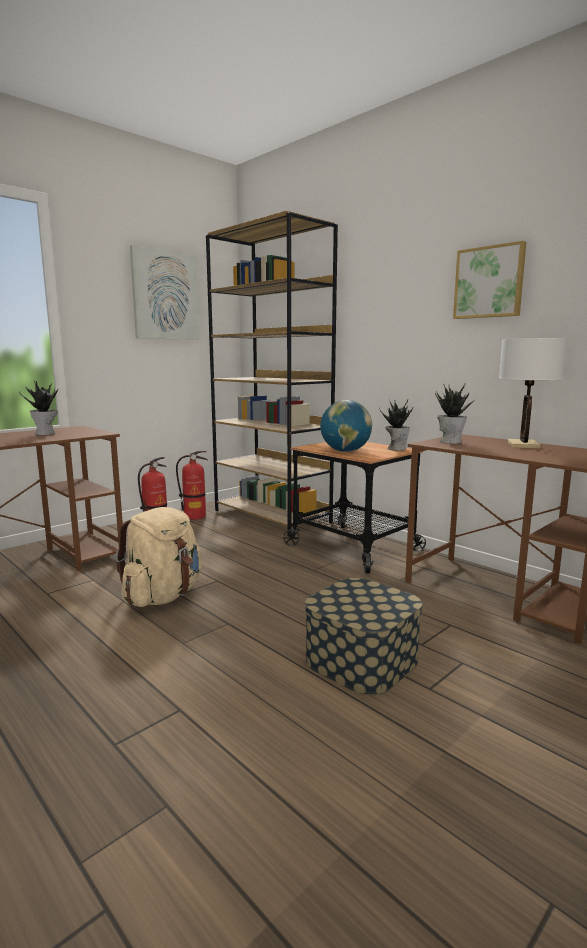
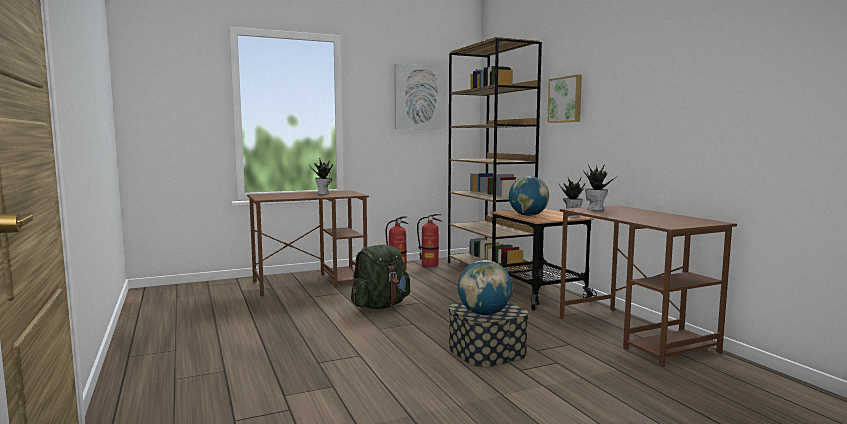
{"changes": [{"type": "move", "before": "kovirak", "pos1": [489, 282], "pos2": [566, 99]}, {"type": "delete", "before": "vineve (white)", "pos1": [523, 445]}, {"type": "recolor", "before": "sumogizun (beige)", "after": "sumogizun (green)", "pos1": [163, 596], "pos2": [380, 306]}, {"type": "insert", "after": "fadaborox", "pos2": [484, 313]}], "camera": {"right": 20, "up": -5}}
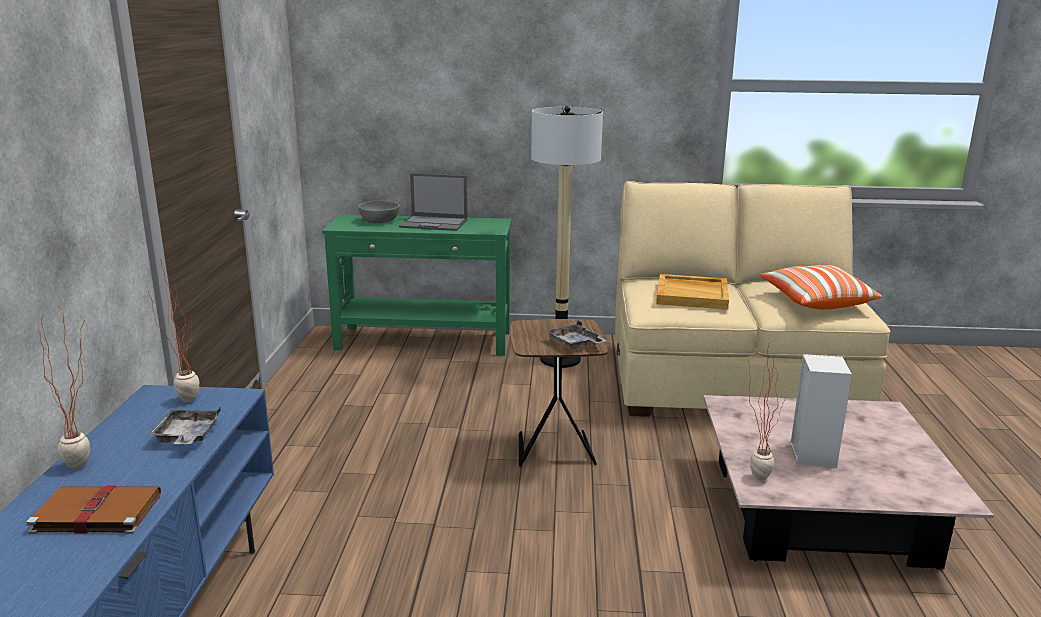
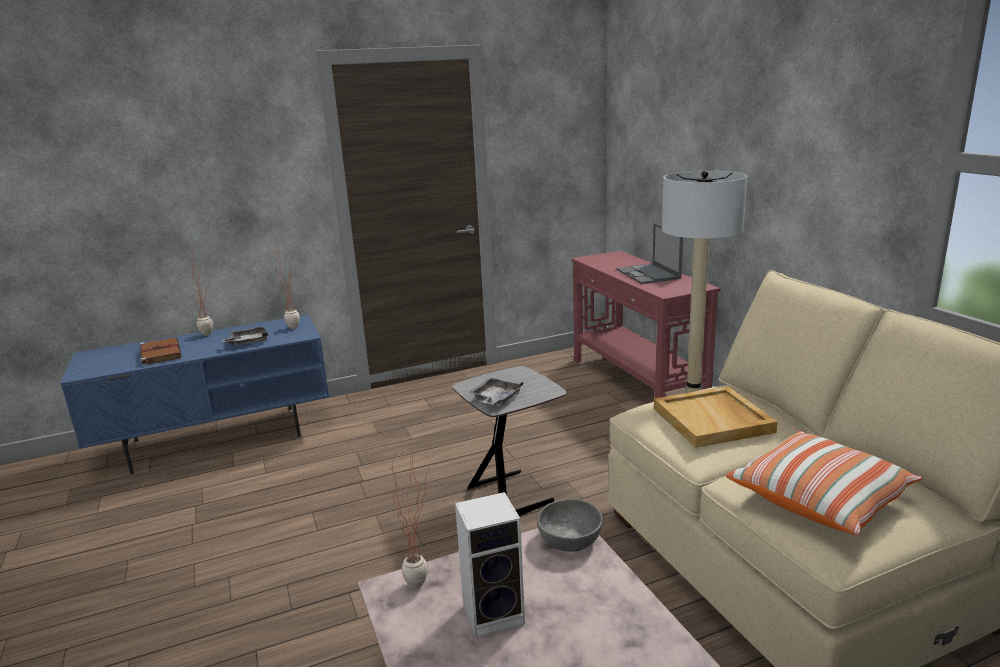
{"changes": [{"type": "move", "before": "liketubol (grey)", "pos1": [380, 220], "pos2": [570, 539]}, {"type": "recolor", "before": "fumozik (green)", "after": "fumozik (red)", "pos1": [424, 341], "pos2": [636, 382]}, {"type": "recolor", "before": "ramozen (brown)", "after": "ramozen (grey)", "pos1": [553, 448], "pos2": [512, 494]}], "camera": {"right": 65, "up": 0}}
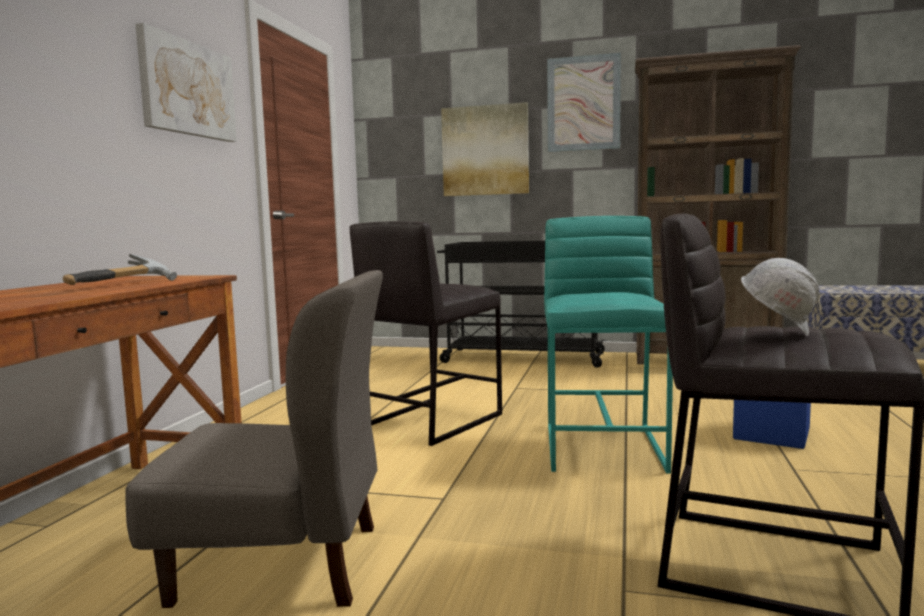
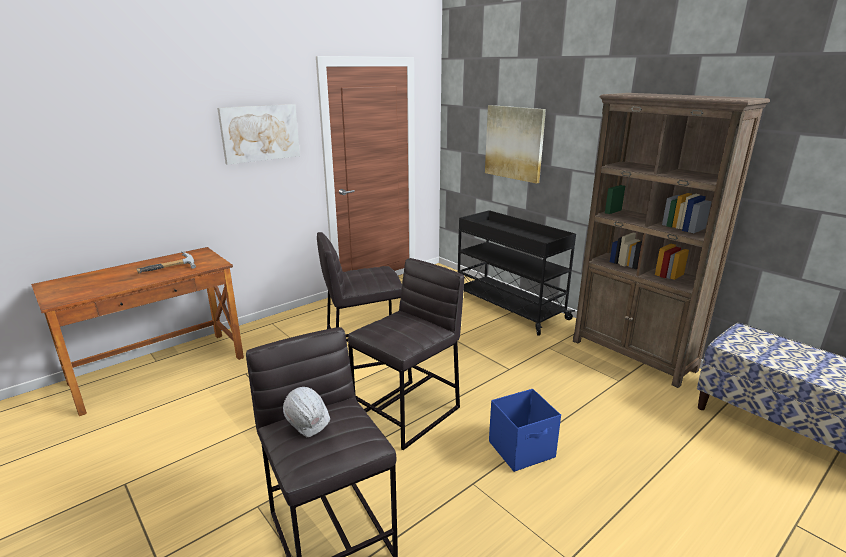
{"changes": [{"type": "delete", "before": "kovirak", "pos1": [583, 103]}, {"type": "recolor", "before": "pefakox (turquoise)", "after": "pefakox (grey)", "pos1": [604, 447], "pos2": [408, 413]}, {"type": "delete", "before": "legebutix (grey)", "pos1": [280, 563]}], "camera": {"right": 35, "up": 15}}
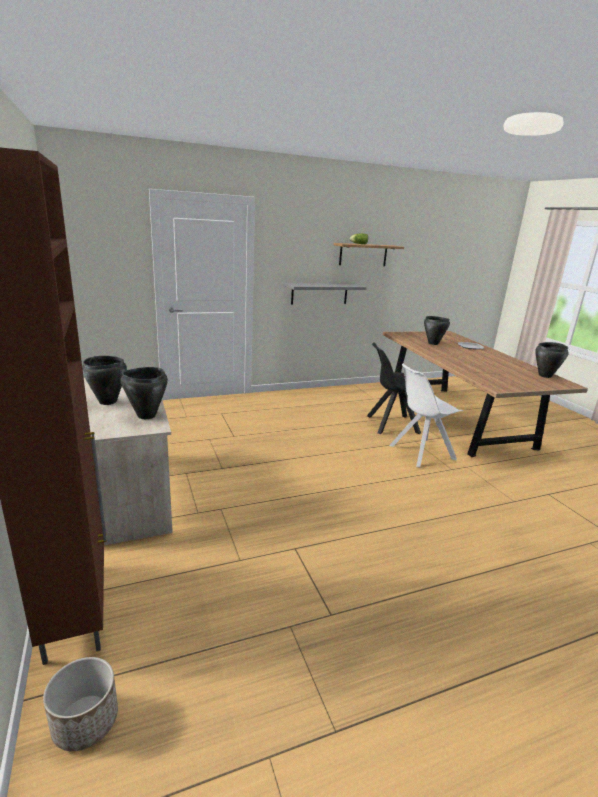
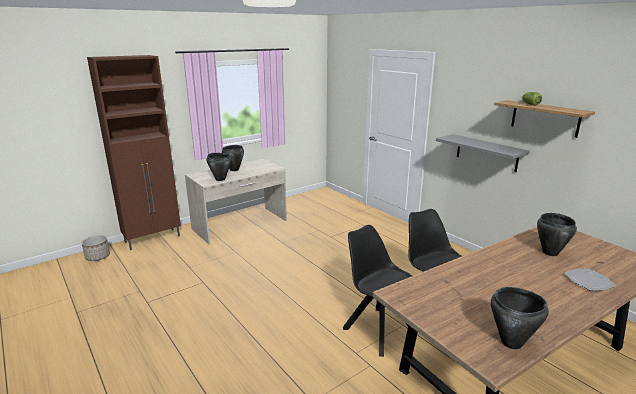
{"changes": [{"type": "recolor", "before": "legebutix (white)", "after": "legebutix (black)", "pos1": [420, 452], "pos2": [377, 329]}], "camera": {"right": 75, "up": 0}}
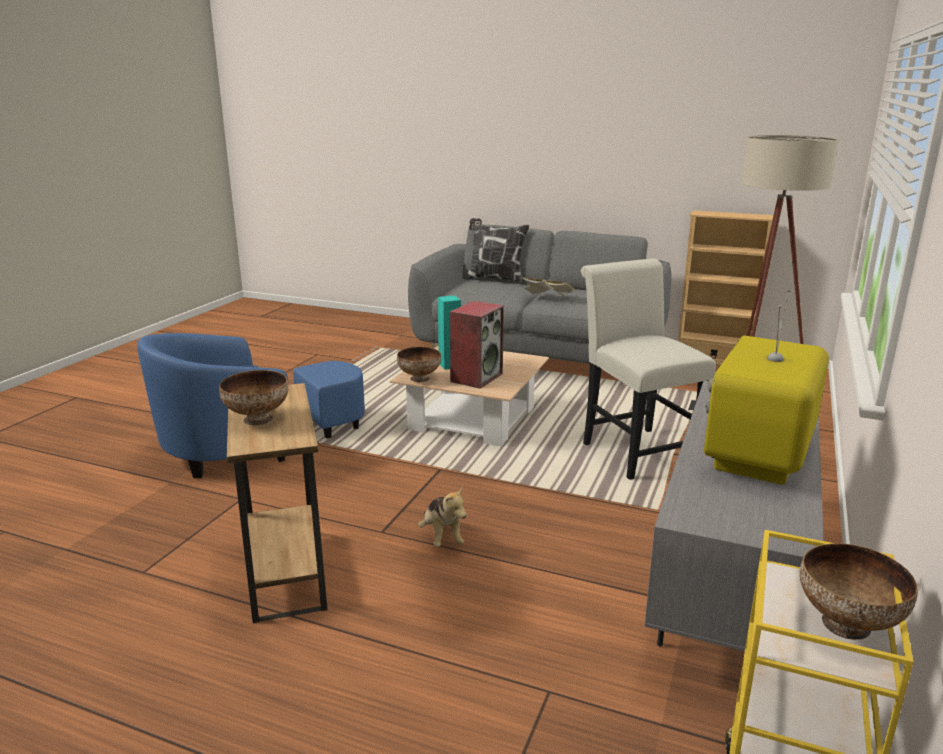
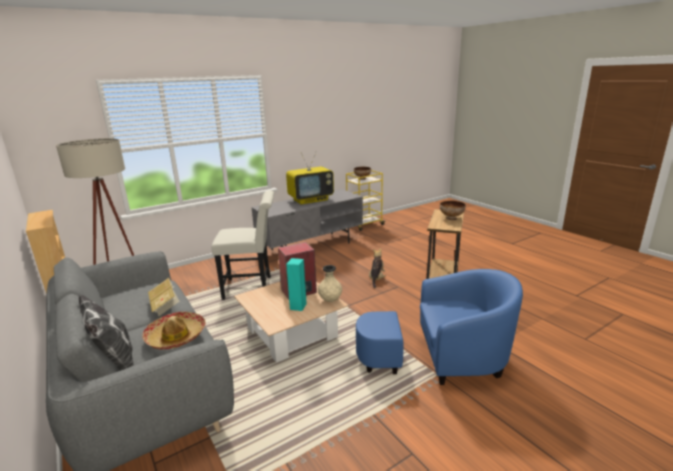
{"changes": [{"type": "rotate", "before": "legebutix (white)", "pos1": [634, 449], "pos2": [252, 287], "turn": -105}, {"type": "replace", "before": "liketubol", "after": "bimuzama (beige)", "pos1": [419, 378], "pos2": [330, 300]}, {"type": "insert", "after": "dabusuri", "pos2": [176, 336]}], "camera": {"right": -145, "up": 0}}
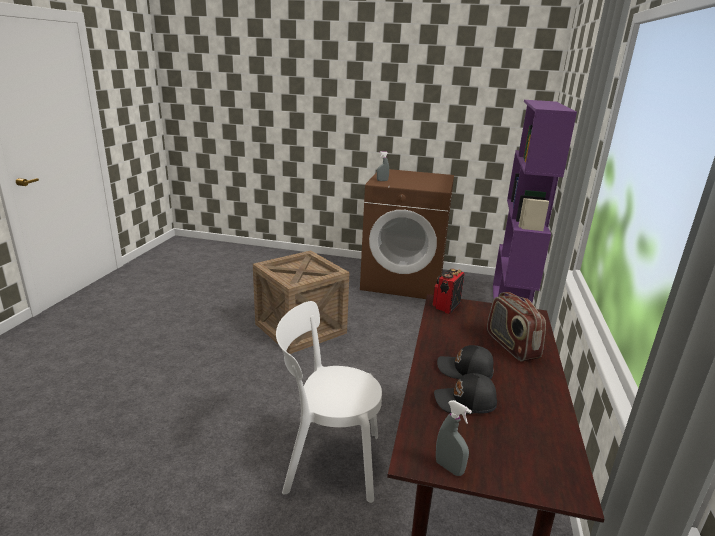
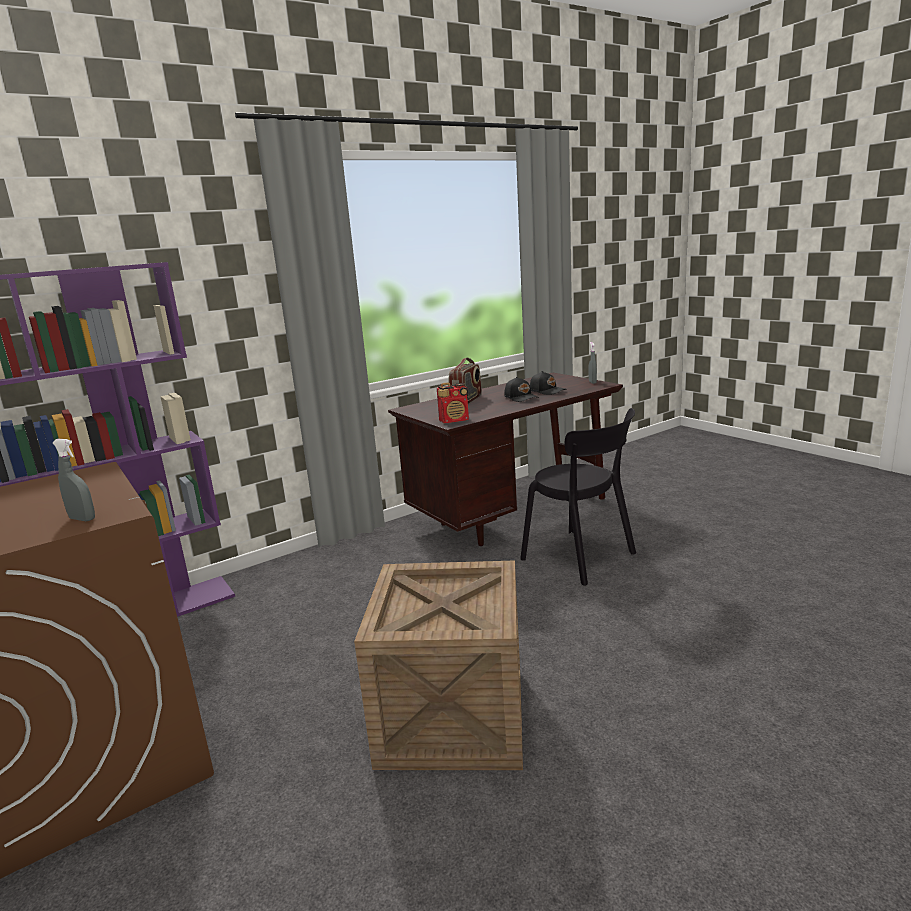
{"changes": [{"type": "recolor", "before": "legebutix (white)", "after": "legebutix (black)", "pos1": [327, 461], "pos2": [582, 558]}], "camera": {"right": -135, "up": -5}}
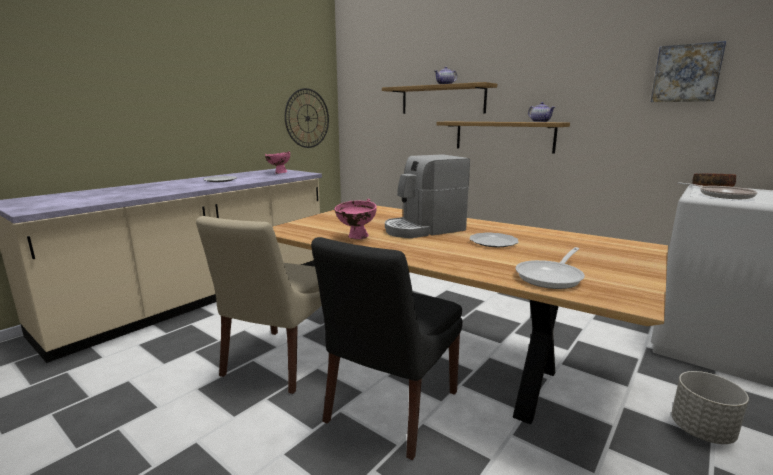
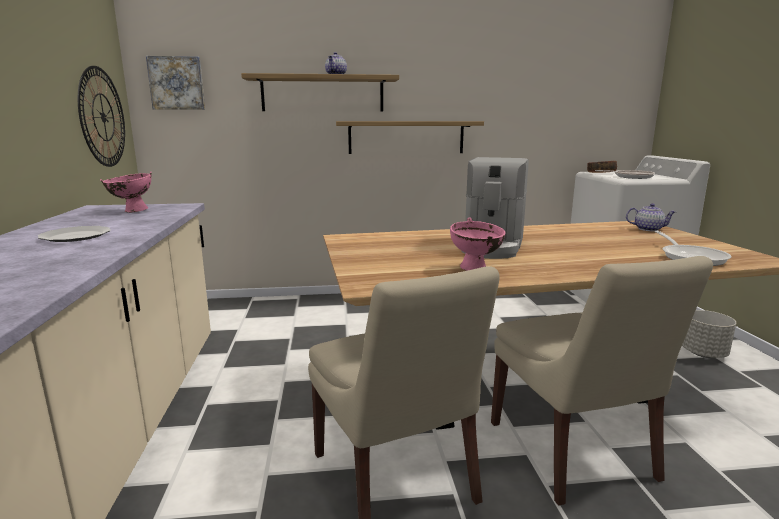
{"changes": [{"type": "move", "before": "kovirak", "pos1": [686, 73], "pos2": [177, 83]}, {"type": "move", "before": "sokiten", "pos1": [540, 122], "pos2": [648, 229]}, {"type": "delete", "before": "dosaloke", "pos1": [494, 242]}, {"type": "recolor", "before": "legebutix (black)", "after": "legebutix (beige)", "pos1": [390, 409], "pos2": [573, 453]}], "camera": {"right": -45, "up": 0}}
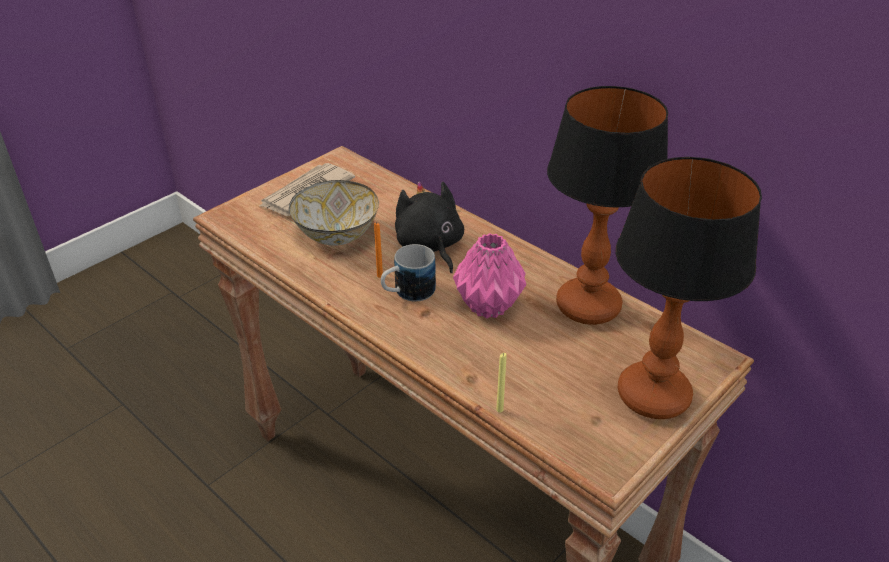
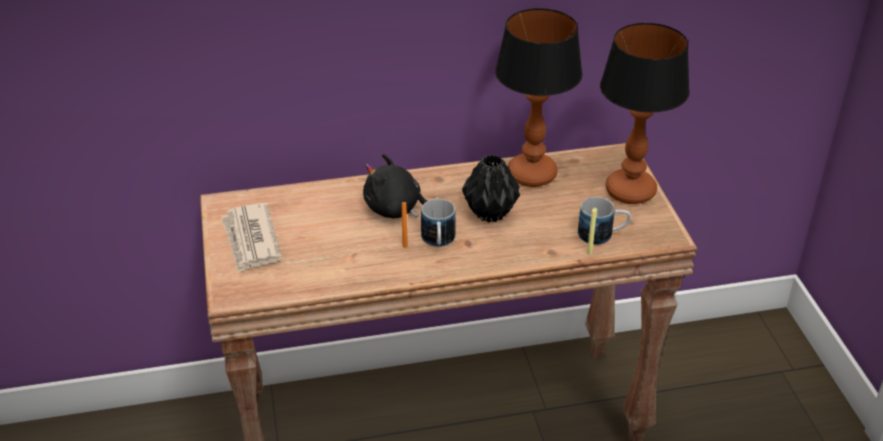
{"changes": [{"type": "delete", "before": "liketubol", "pos1": [336, 235]}, {"type": "recolor", "before": "bimuzama (pink)", "after": "bimuzama (black)", "pos1": [489, 307], "pos2": [491, 213]}, {"type": "insert", "after": "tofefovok", "pos2": [602, 235]}], "camera": {"right": -55, "up": 0}}
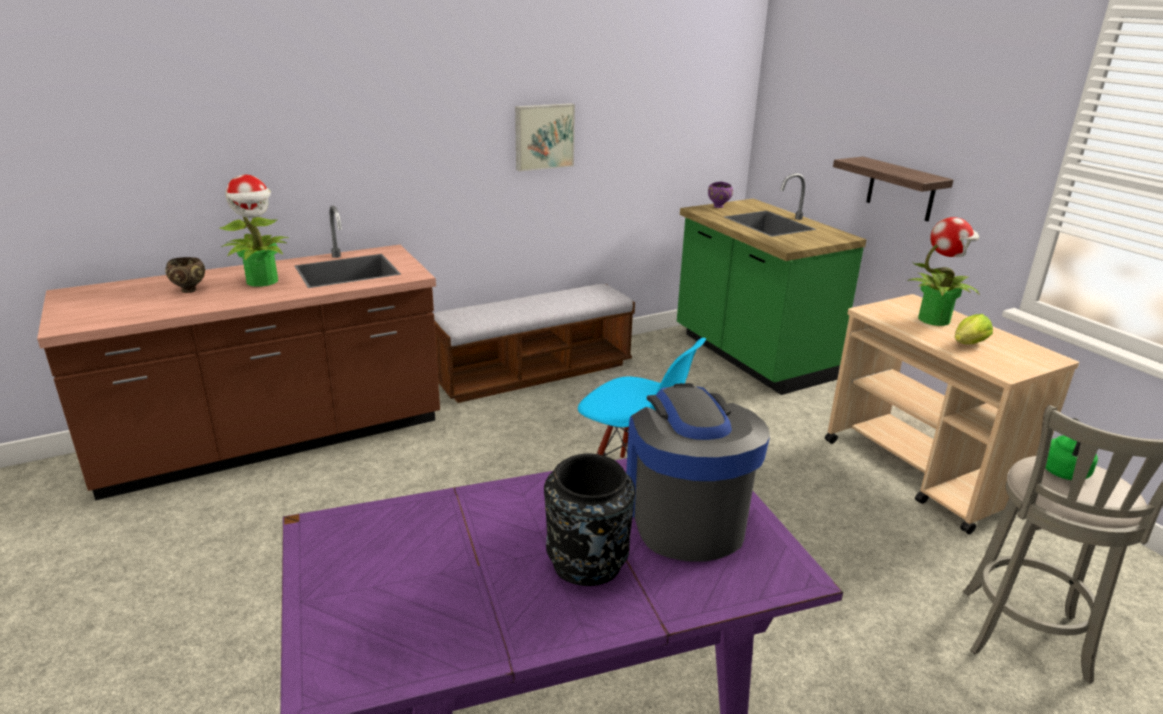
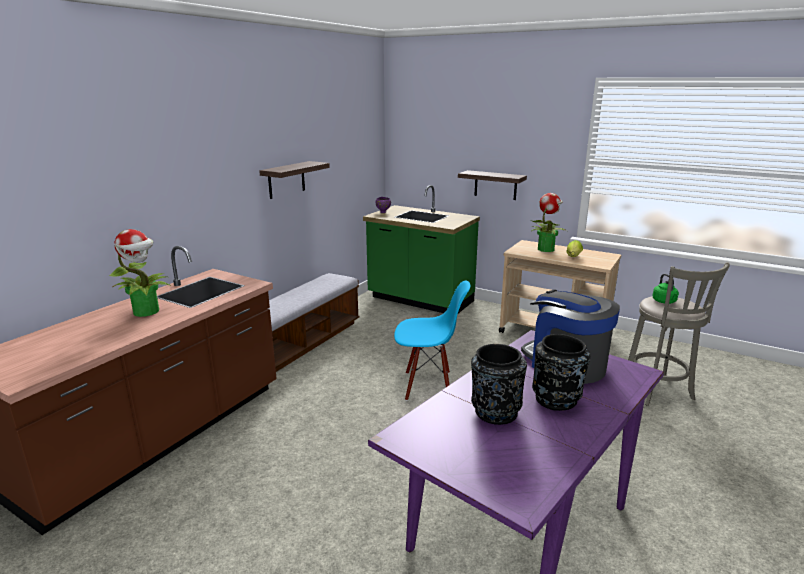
{"changes": [{"type": "replace", "before": "kovirak", "after": "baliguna", "pos1": [543, 136], "pos2": [286, 180]}, {"type": "delete", "before": "liketubol (brown)", "pos1": [190, 290]}, {"type": "insert", "after": "bimuzama (black)", "pos2": [494, 412]}], "camera": {"right": -30, "up": -5}}
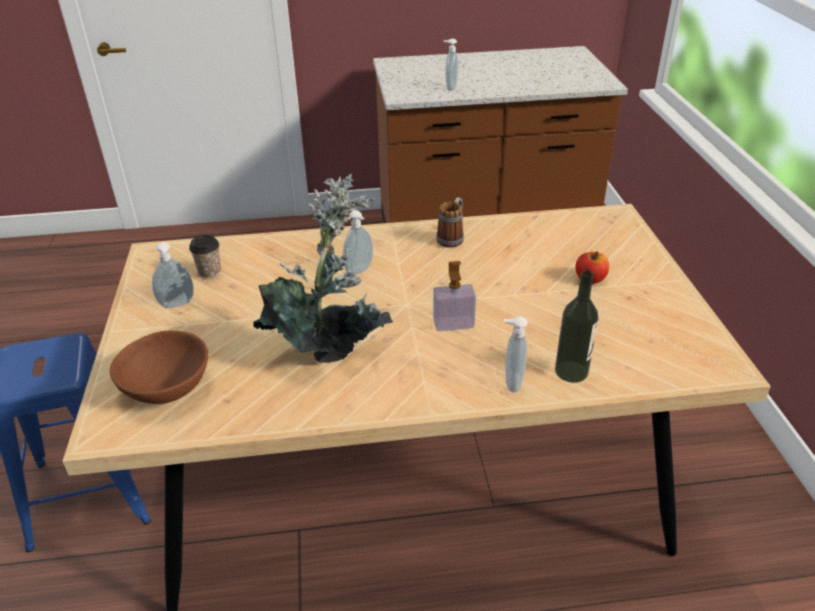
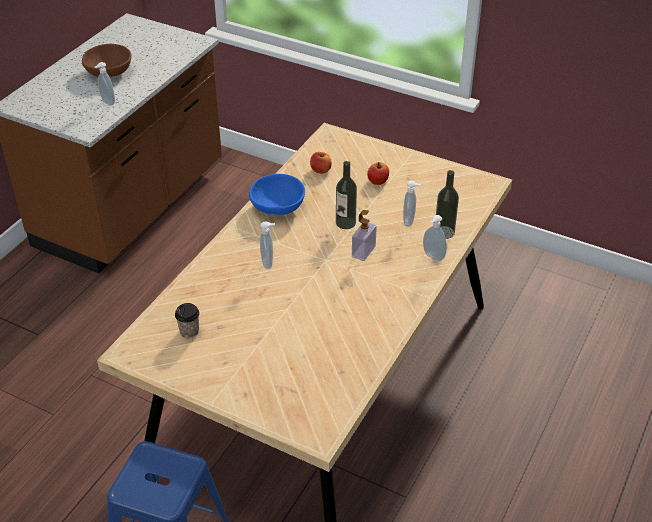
{"changes": [{"type": "delete", "before": "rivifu", "pos1": [330, 348]}, {"type": "replace", "before": "tofefovok", "after": "liketubol (blue)", "pos1": [452, 237], "pos2": [277, 207]}, {"type": "move", "before": "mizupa", "pos1": [177, 305], "pos2": [410, 221]}, {"type": "move", "before": "liketubol (brown)", "pos1": [166, 386], "pos2": [108, 73]}, {"type": "insert", "after": "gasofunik", "pos2": [321, 170]}, {"type": "insert", "after": "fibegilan", "pos2": [345, 223]}], "camera": {"right": -55, "up": 5}}
